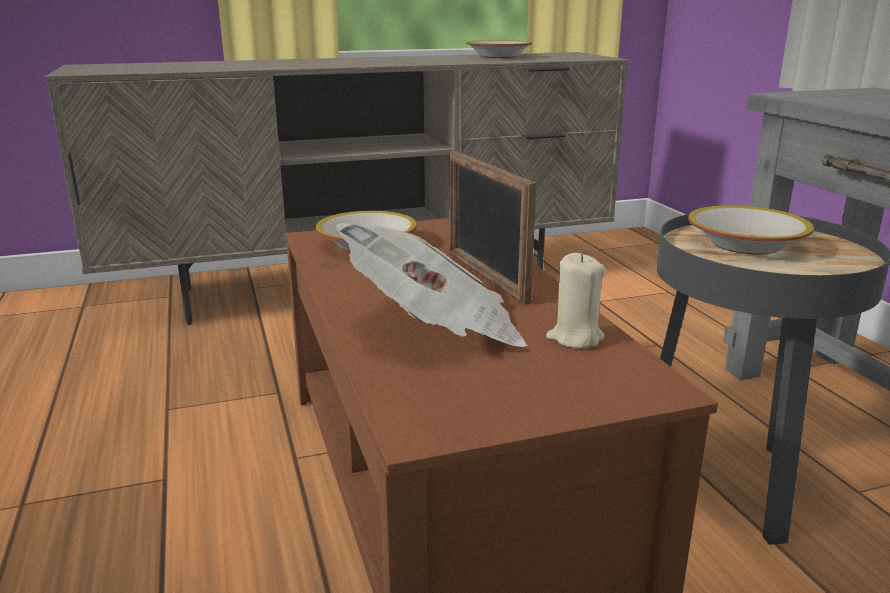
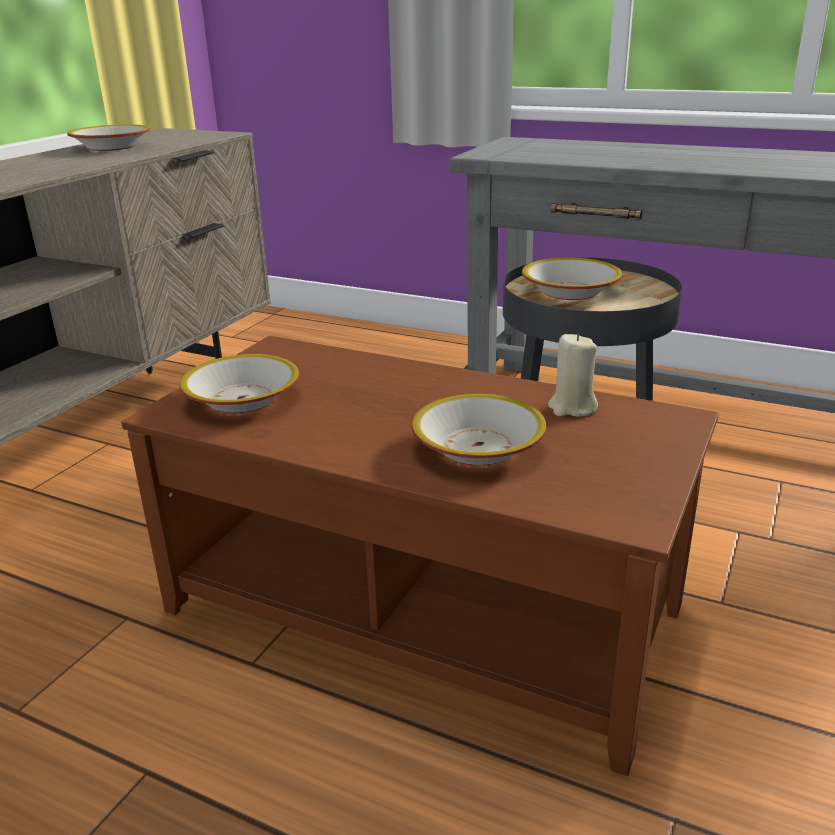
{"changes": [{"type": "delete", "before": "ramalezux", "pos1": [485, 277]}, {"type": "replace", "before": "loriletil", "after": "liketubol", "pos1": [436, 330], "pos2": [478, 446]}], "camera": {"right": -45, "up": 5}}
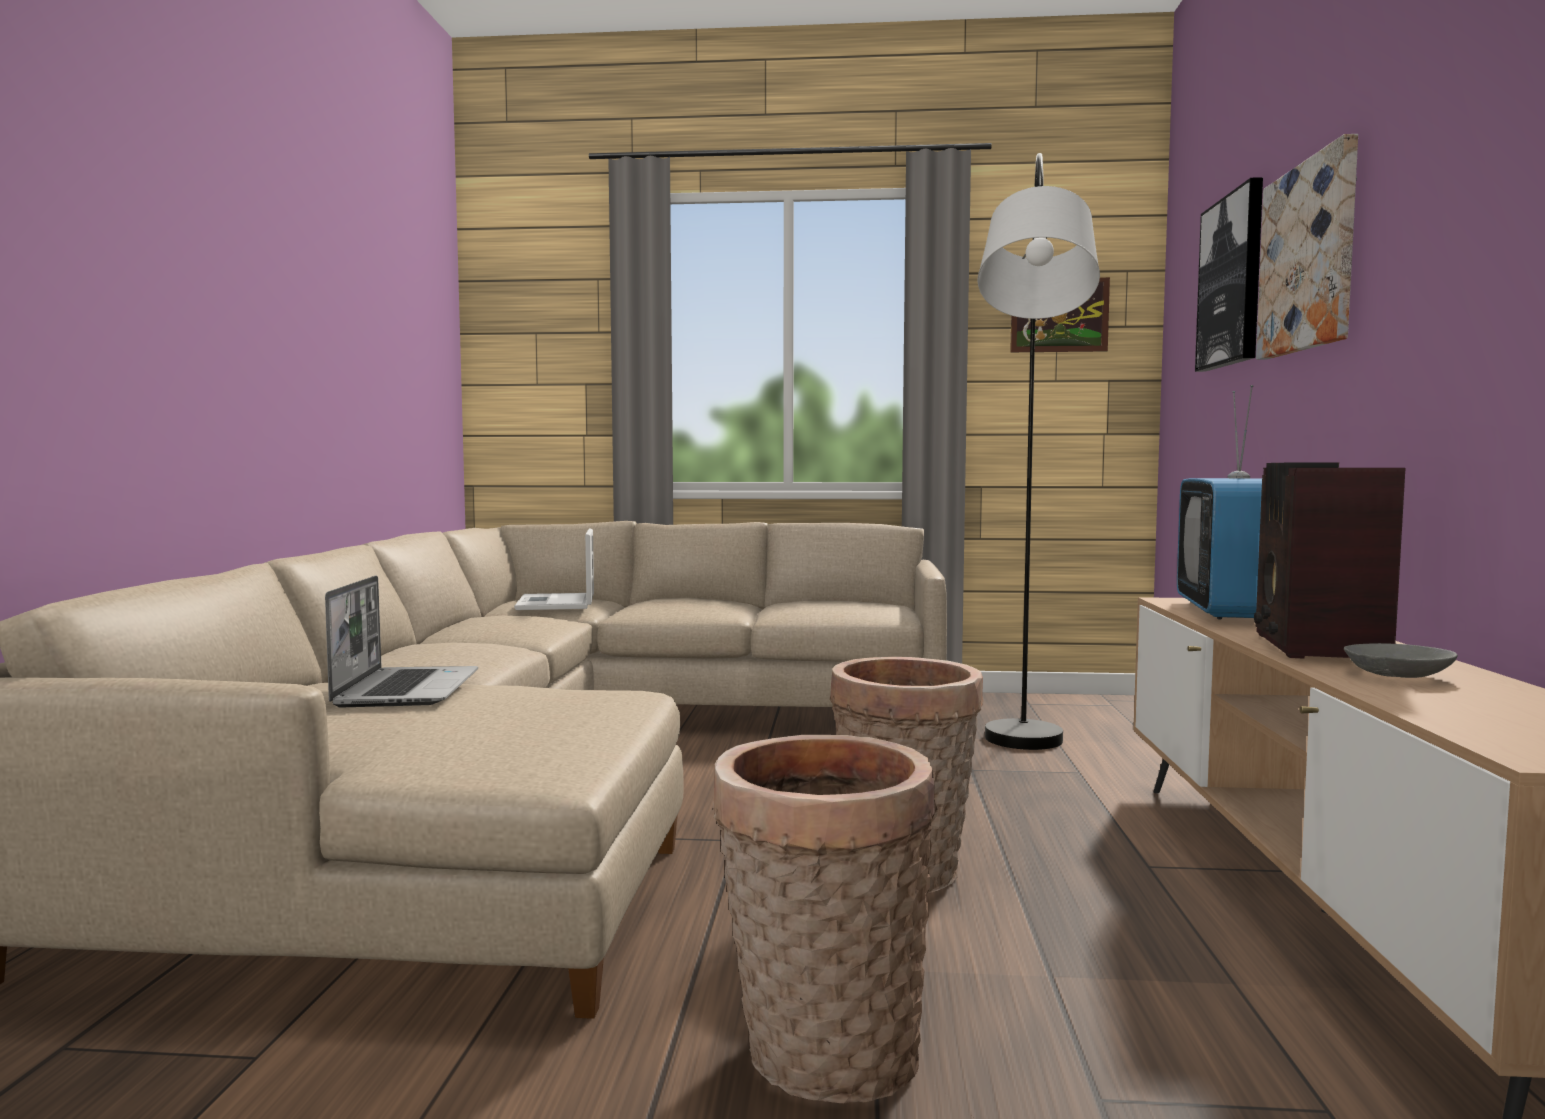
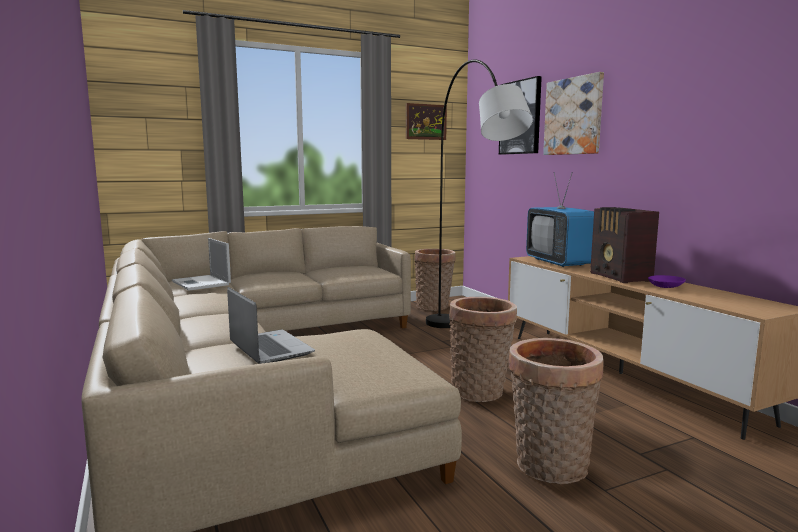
{"changes": [{"type": "recolor", "before": "liketubol (grey)", "after": "liketubol (purple)", "pos1": [1396, 675], "pos2": [665, 287]}, {"type": "insert", "after": "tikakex", "pos2": [434, 307]}], "camera": {"right": -30, "up": 5}}
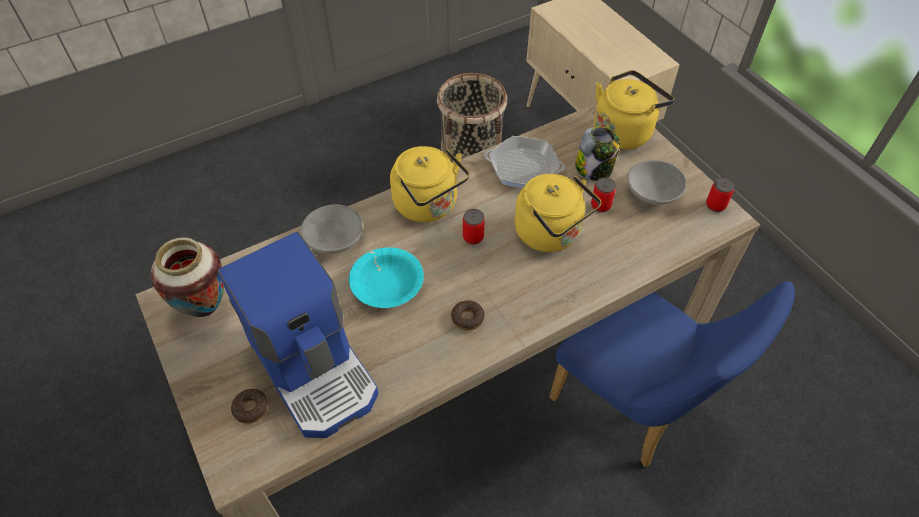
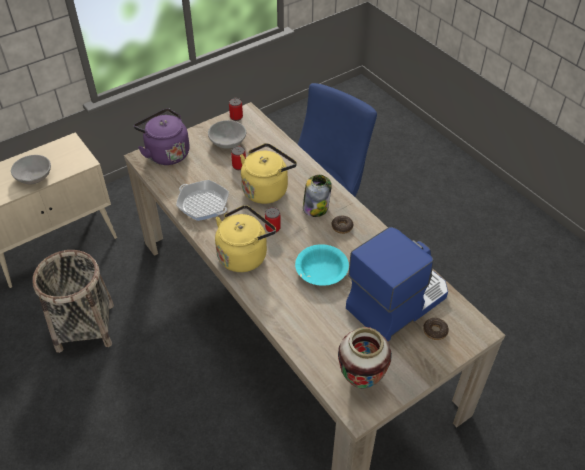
{"changes": [{"type": "recolor", "before": "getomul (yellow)", "after": "getomul (purple)", "pos1": [624, 131], "pos2": [166, 153]}, {"type": "move", "before": "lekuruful", "pos1": [594, 169], "pos2": [316, 207]}, {"type": "rotate", "before": "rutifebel", "pos1": [523, 168], "pos2": [203, 204], "turn": -60}, {"type": "move", "before": "liketubol (grey)", "pos1": [334, 240], "pos2": [34, 177]}], "camera": {"right": -95, "up": -5}}
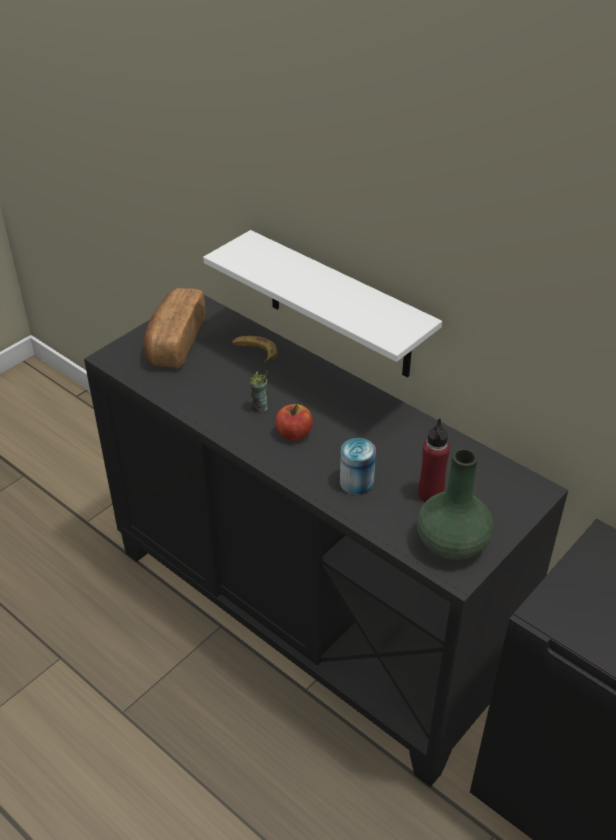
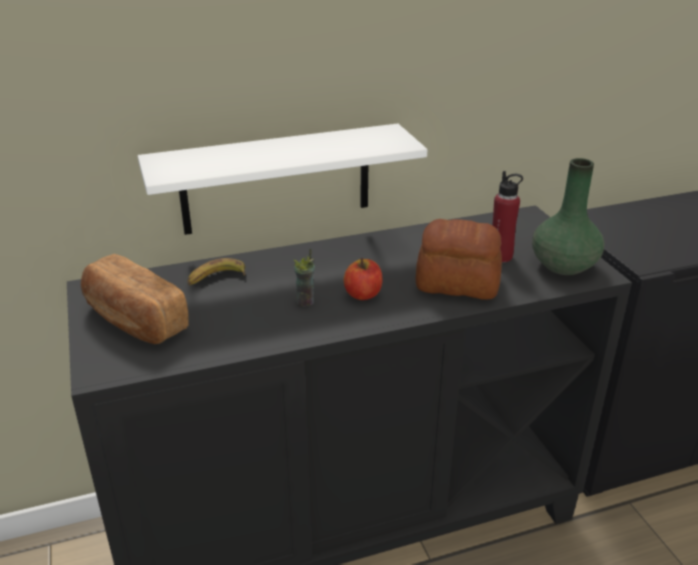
{"changes": [{"type": "replace", "before": "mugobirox", "after": "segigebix", "pos1": [356, 482], "pos2": [458, 284]}], "camera": {"right": -60, "up": -10}}
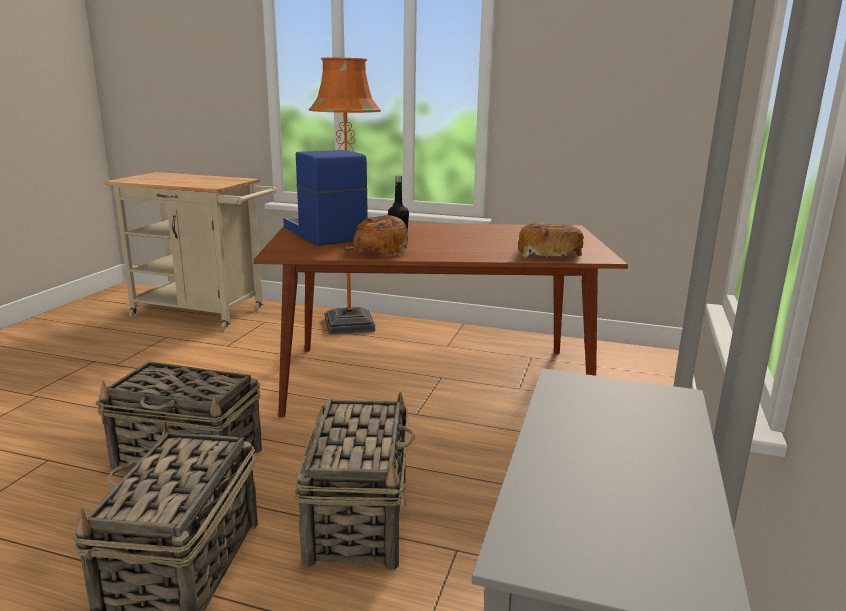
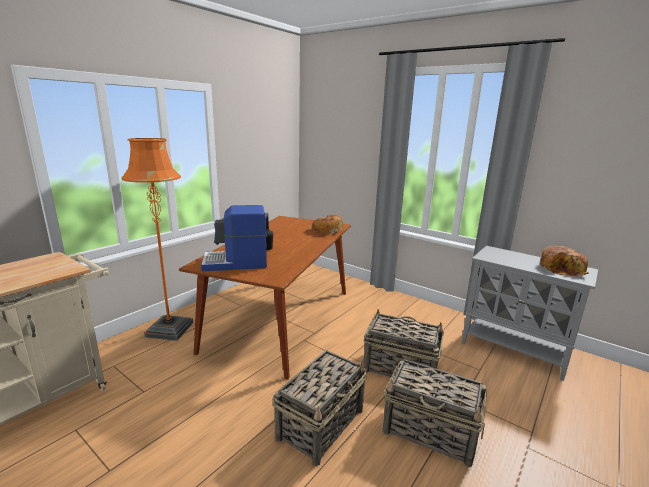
{"changes": [{"type": "move", "before": "segigebix", "pos1": [375, 250], "pos2": [562, 269]}], "camera": {"right": -70, "up": 0}}
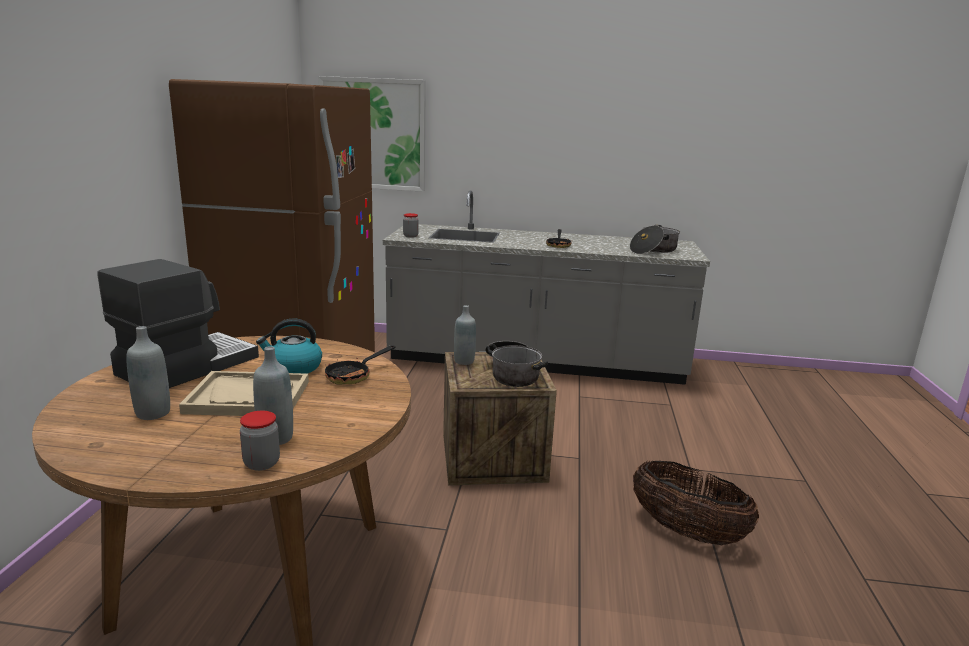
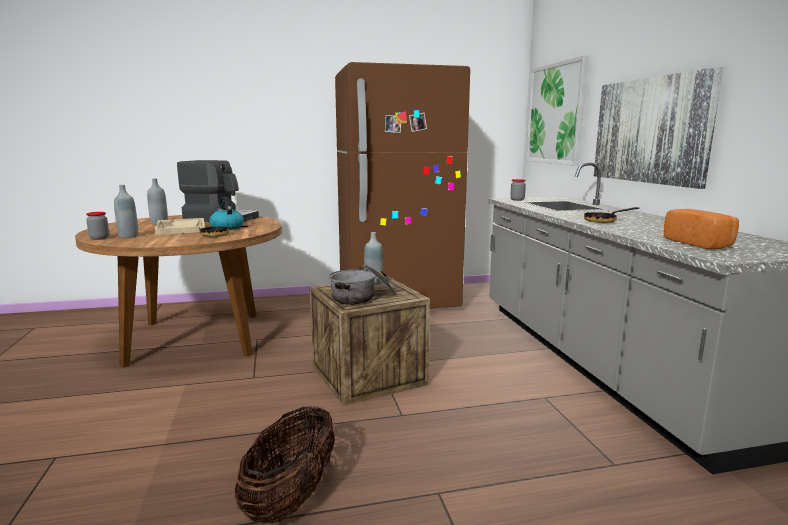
{"changes": [{"type": "replace", "before": "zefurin", "after": "segigebix", "pos1": [653, 250], "pos2": [699, 243]}, {"type": "insert", "after": "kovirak", "pos2": [650, 130]}], "camera": {"right": 70, "up": -5}}
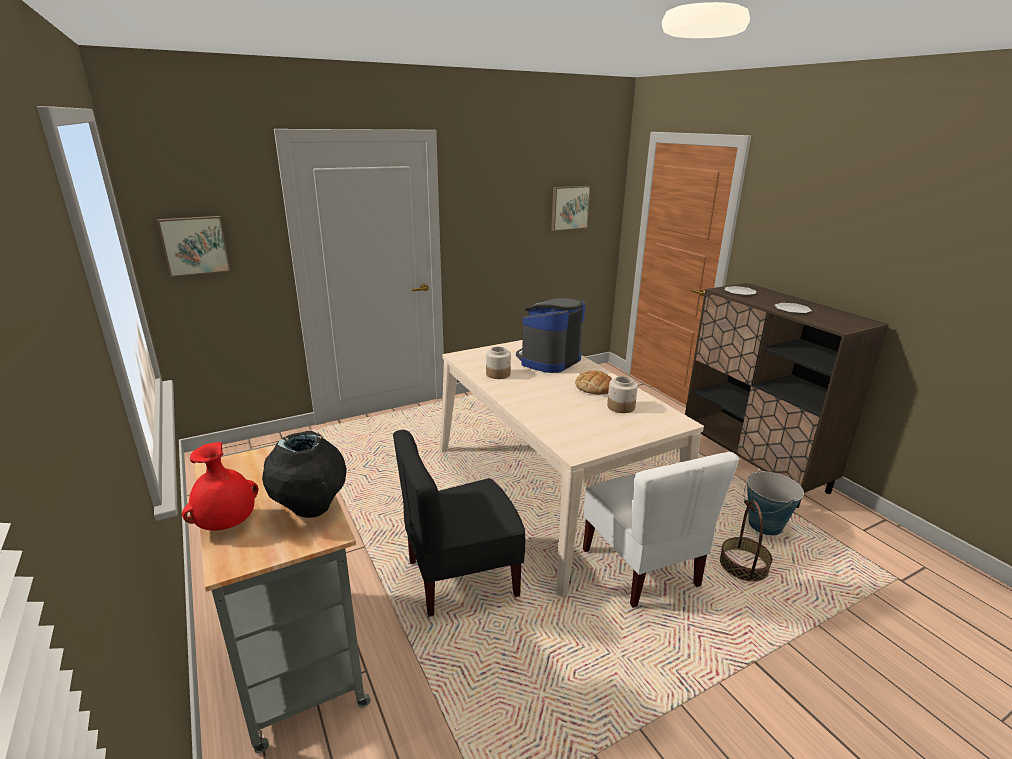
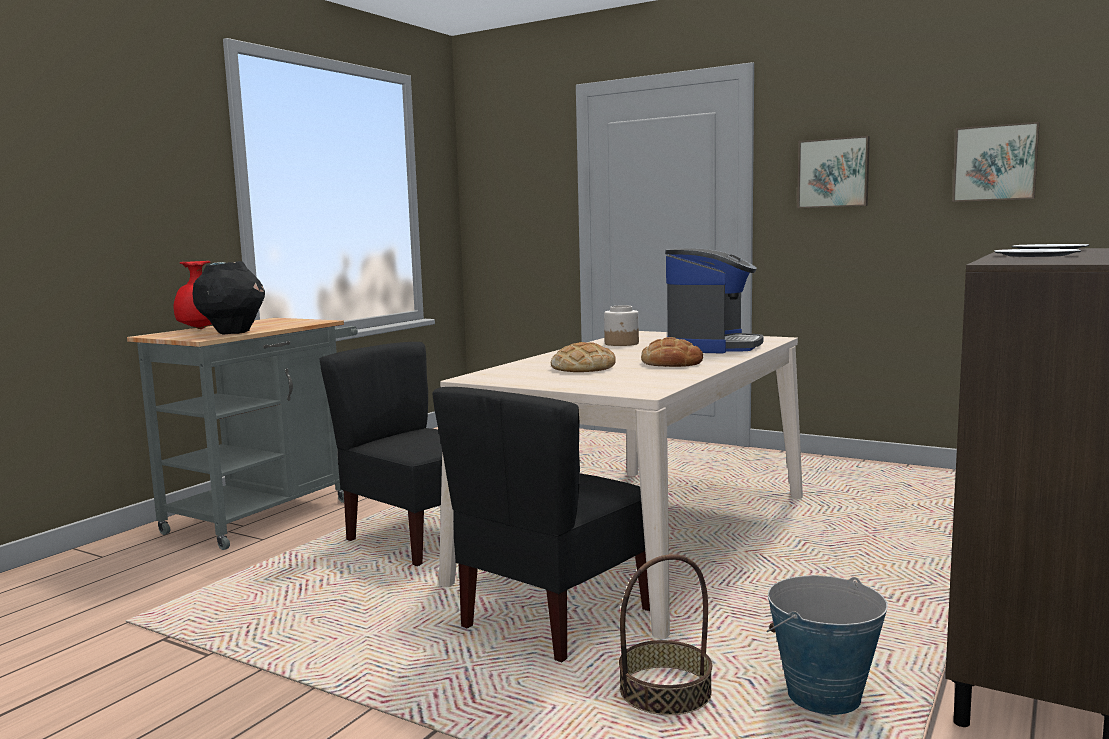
{"changes": [{"type": "move", "before": "kovirak", "pos1": [195, 245], "pos2": [833, 173]}, {"type": "rotate", "before": "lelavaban", "pos1": [549, 360], "pos2": [712, 346], "turn": 105}, {"type": "delete", "before": "lekuruful", "pos1": [621, 407]}, {"type": "recolor", "before": "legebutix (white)", "after": "legebutix (black)", "pos1": [642, 567], "pos2": [554, 618]}, {"type": "insert", "after": "segigebix", "pos2": [583, 368]}], "camera": {"right": 60, "up": -15}}
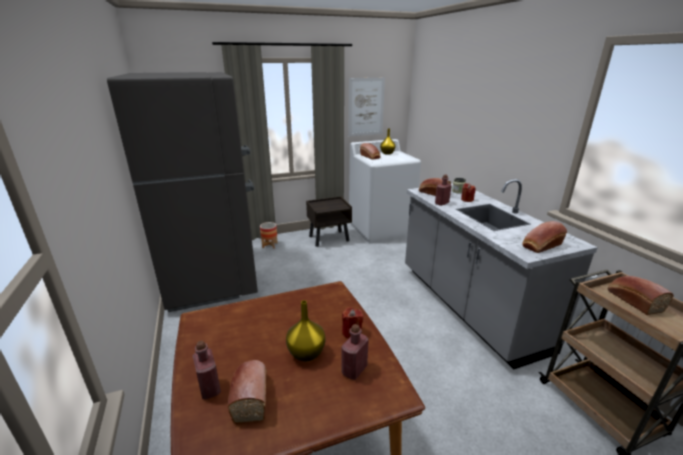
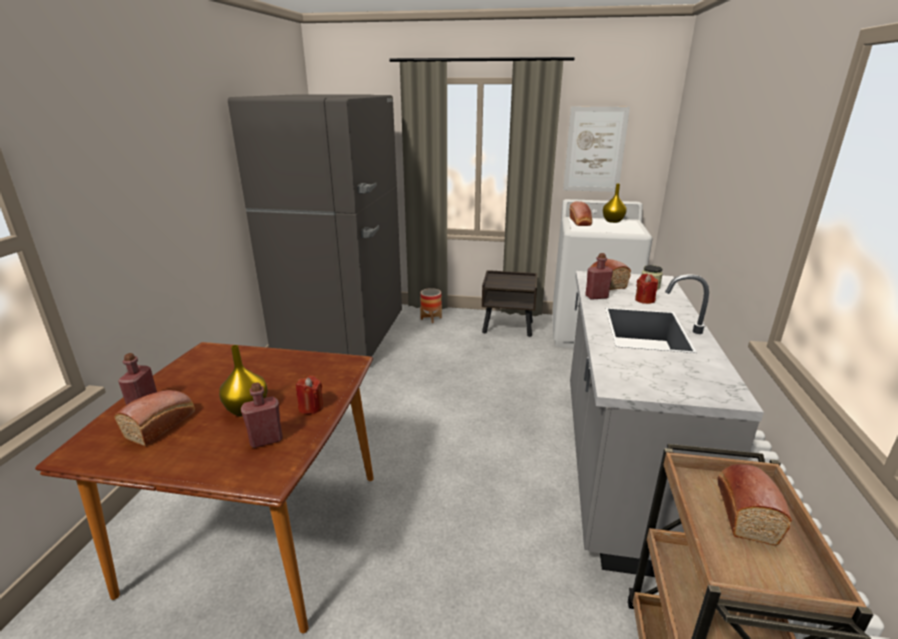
{"changes": [{"type": "delete", "before": "segigebix", "pos1": [540, 246]}], "camera": {"right": 30, "up": 0}}
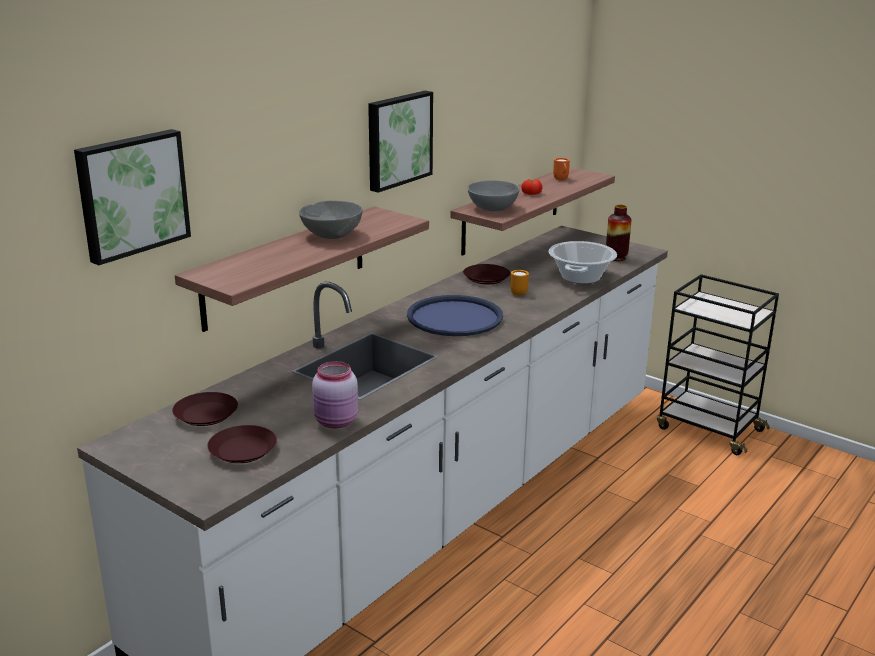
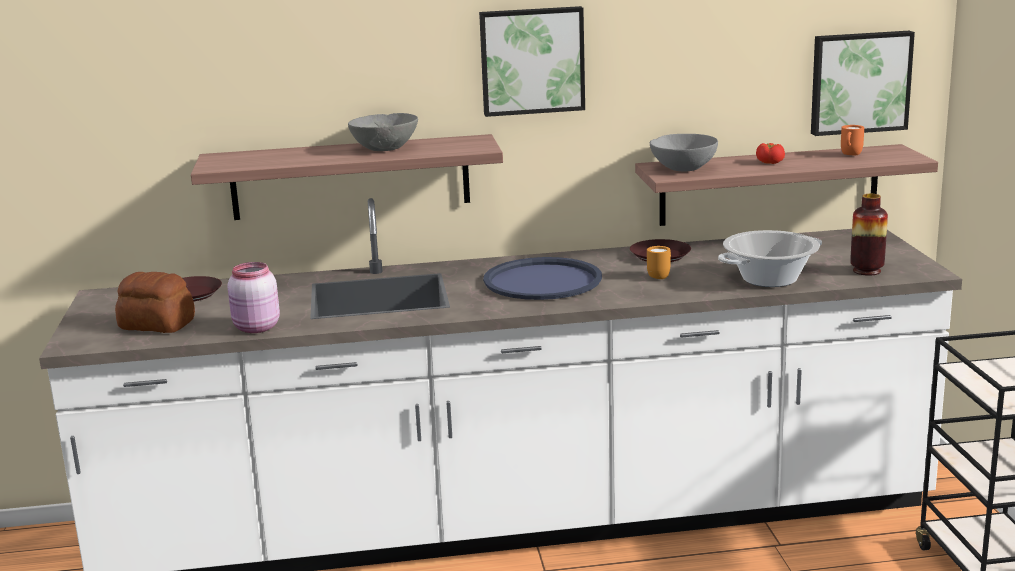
{"changes": [{"type": "move", "before": "kovirak", "pos1": [131, 194], "pos2": [859, 82]}, {"type": "replace", "before": "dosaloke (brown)", "after": "segigebix", "pos1": [243, 450], "pos2": [157, 325]}], "camera": {"right": 45, "up": -5}}
